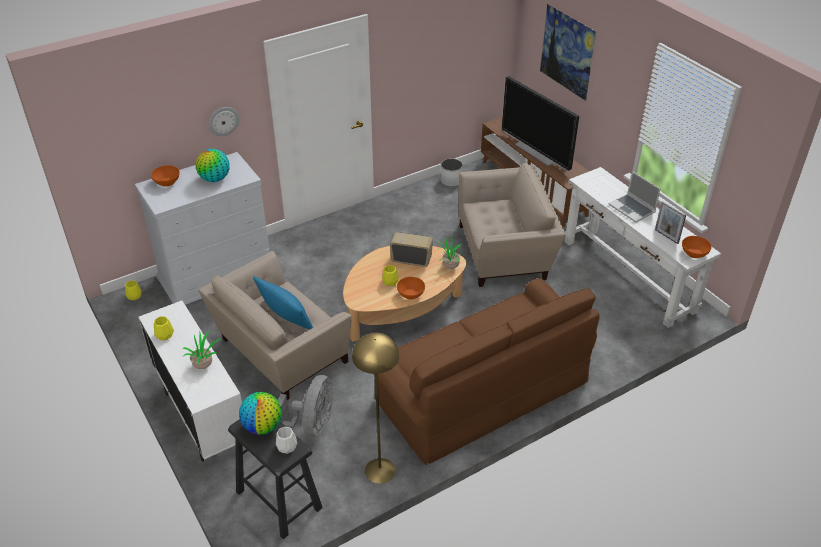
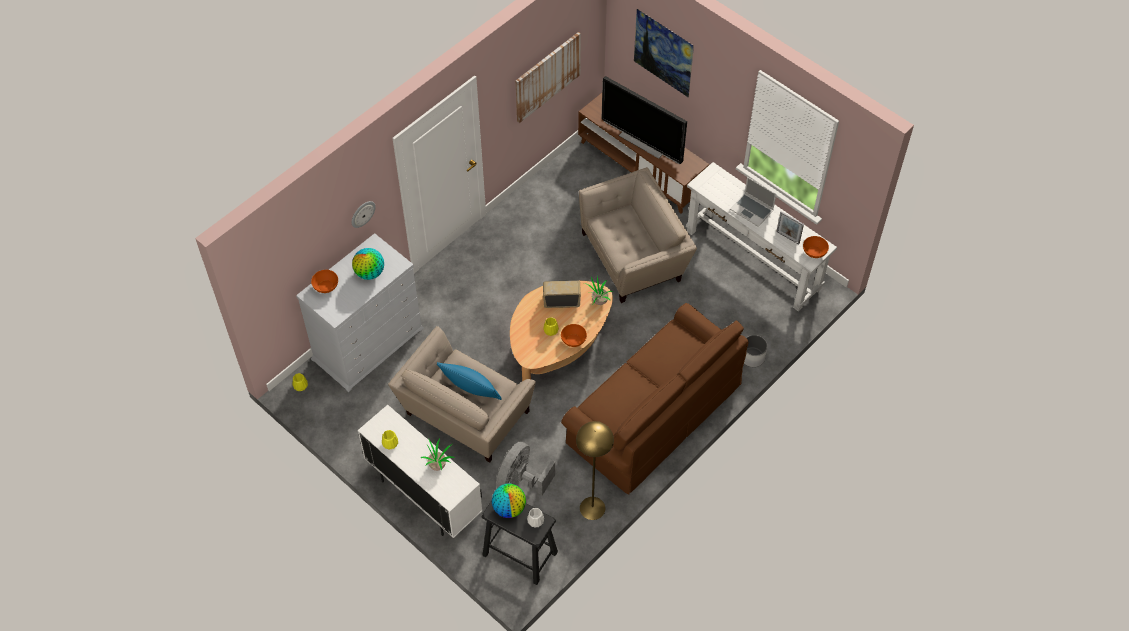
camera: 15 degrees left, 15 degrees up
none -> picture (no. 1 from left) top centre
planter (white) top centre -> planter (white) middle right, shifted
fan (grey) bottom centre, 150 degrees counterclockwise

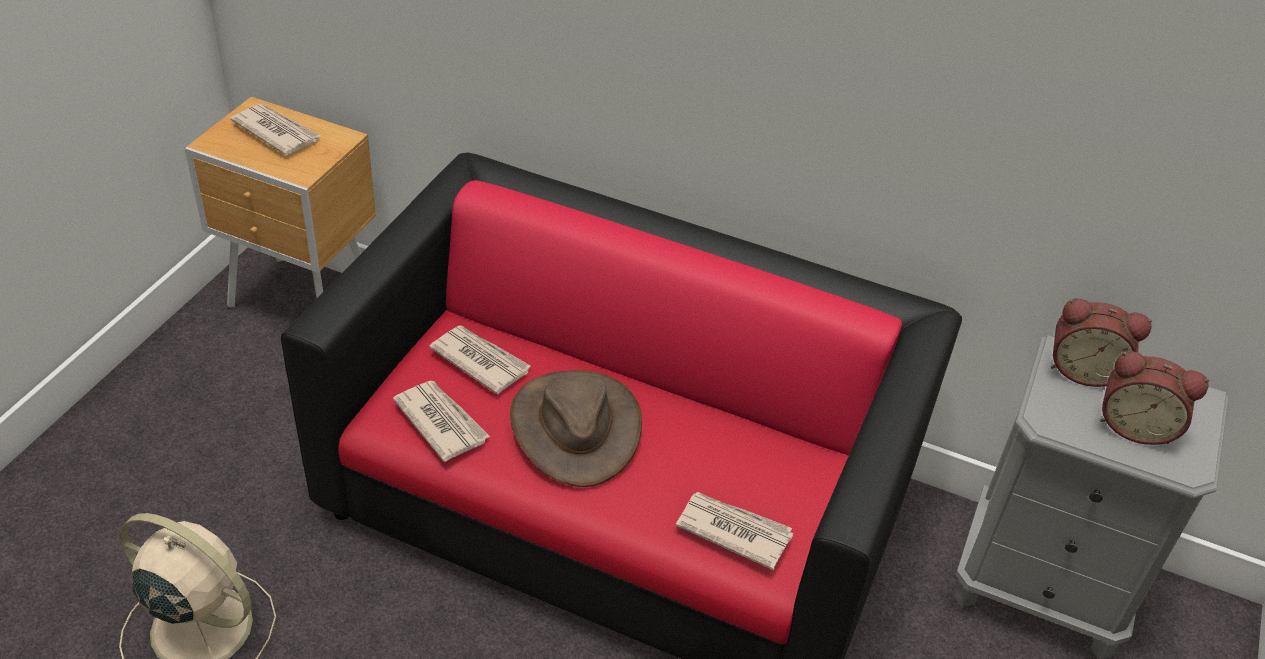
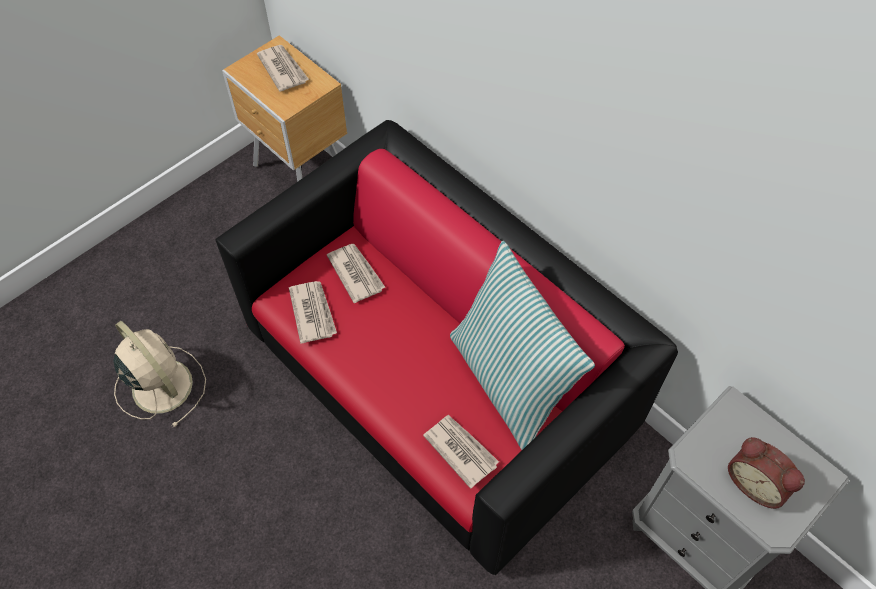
camera: 25 degrees right, 15 degrees up
hat (brown) centre -> none
alarm clock (no. 1 from left) middle right -> none
none -> pillow centre

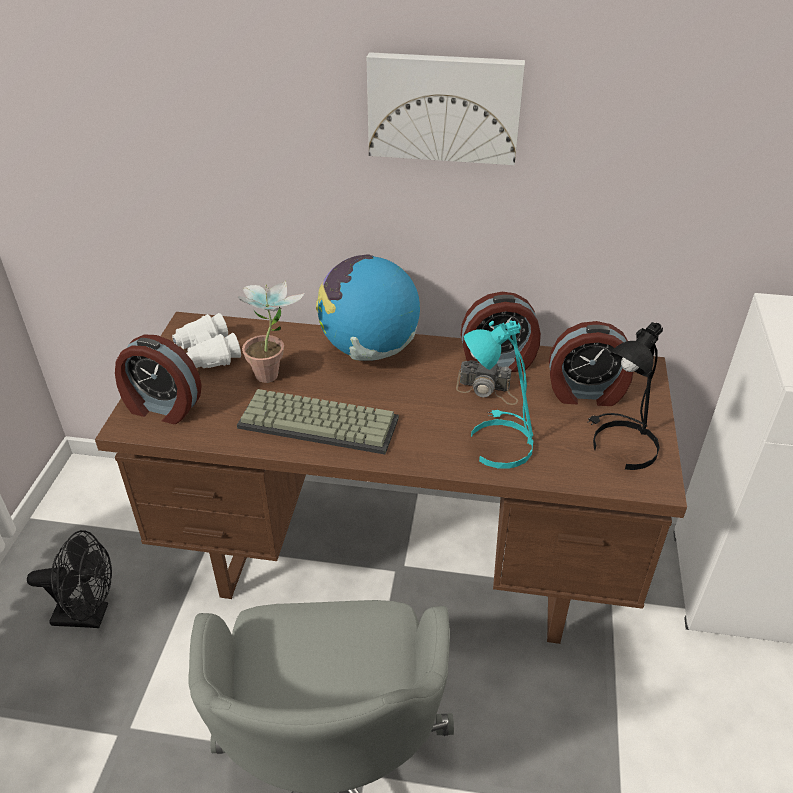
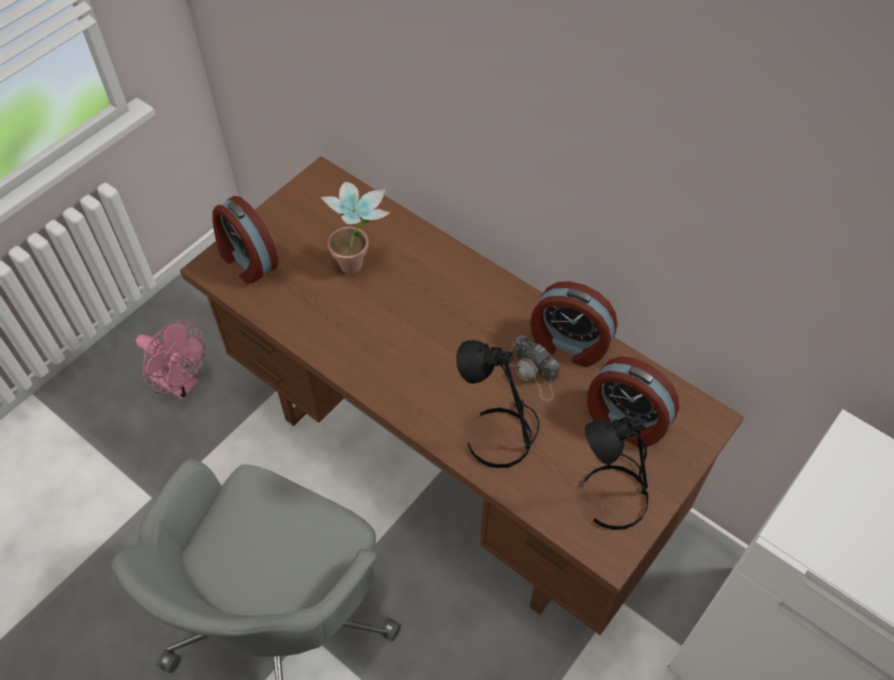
camera: 30 degrees right, 15 degrees up
binoculars (white) middle left -> none
keyboard centre -> none
globe centre -> none
picture top centre -> none
fan (black) bottom left -> fan (pink) middle left
table lamp (turquoise) centre -> table lamp (black) (no. 1 from left) centre

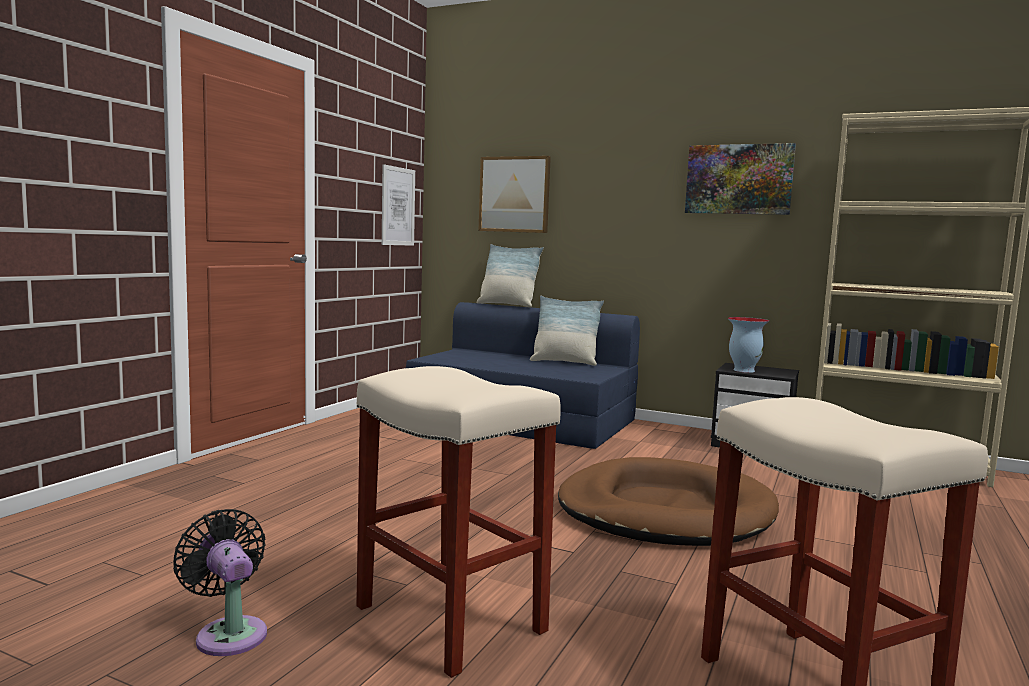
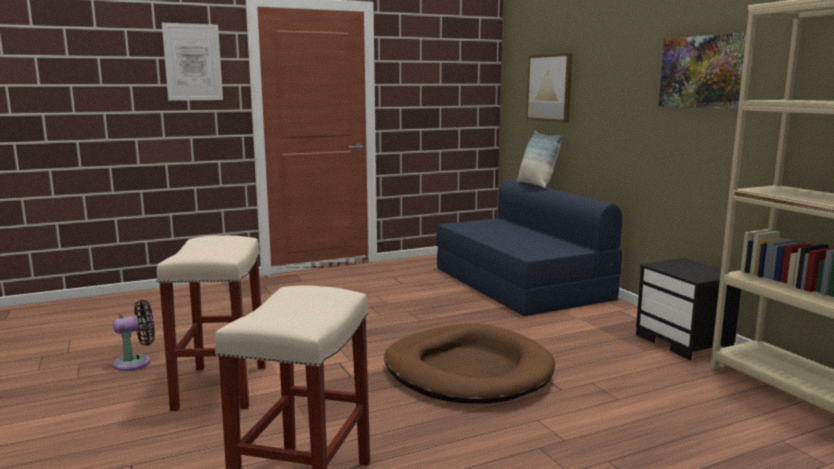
camera: 40 degrees right, 5 degrees up
pillow (no. 2 from left) centre -> none
vase middle right -> none
picture (no. 1 from left) top centre -> picture (no. 1 from left) top left, shifted
fan (black) bottom left, 60 degrees clockwise

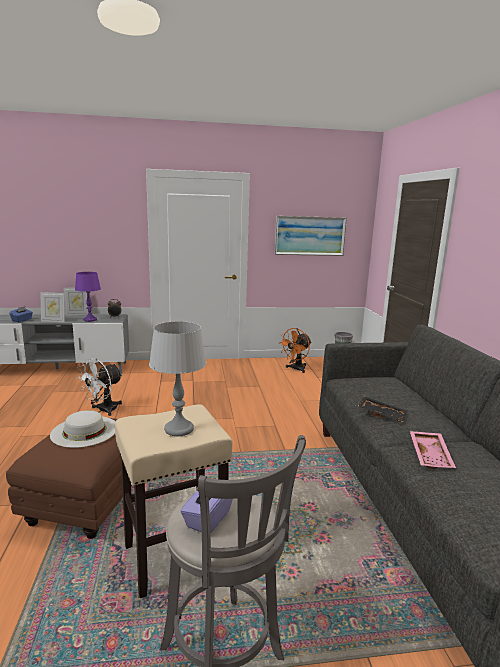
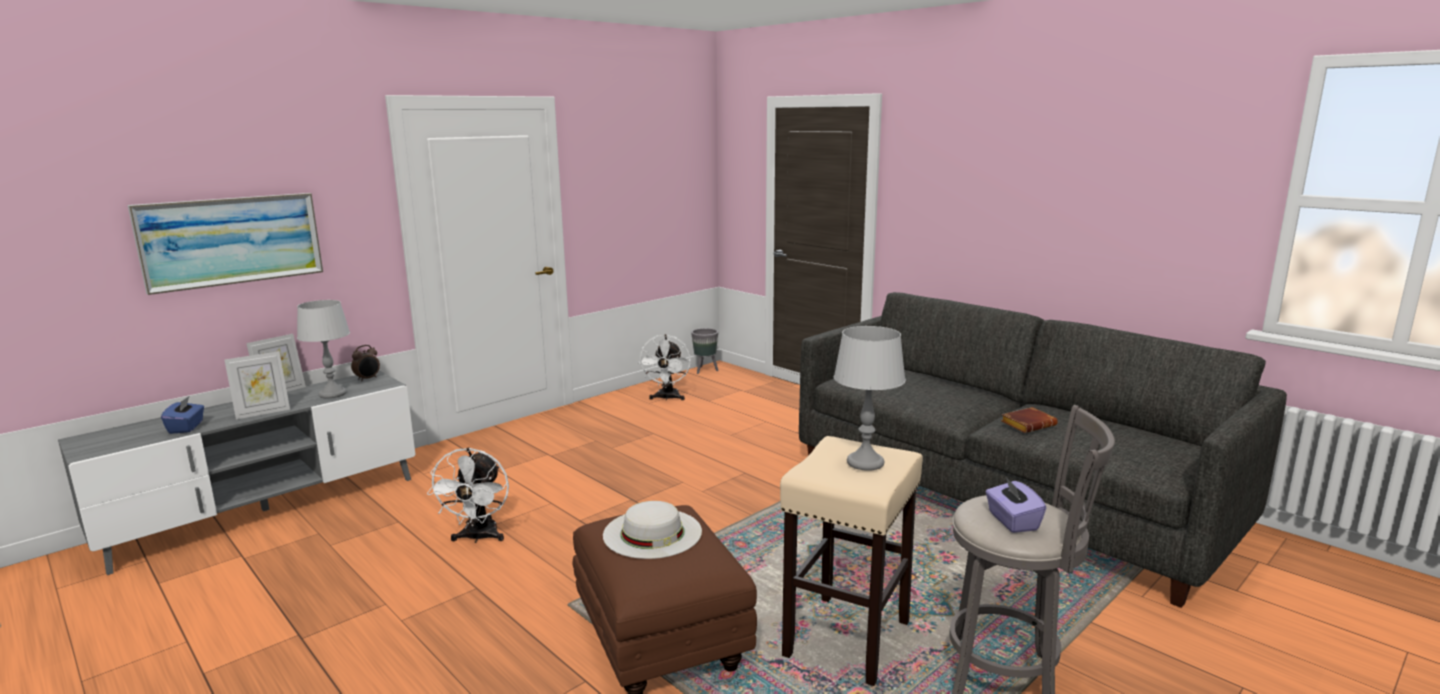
camera: 35 degrees left, 0 degrees up
tray (black) middle right -> none
picture centre -> picture middle left, shifted
tray (pink) bottom right -> book (brown) middle right
table lamp (purple) middle left -> table lamp (grey) (no. 1 from left) middle left
fan (orange) centre -> fan (white) (no. 2 from left) centre

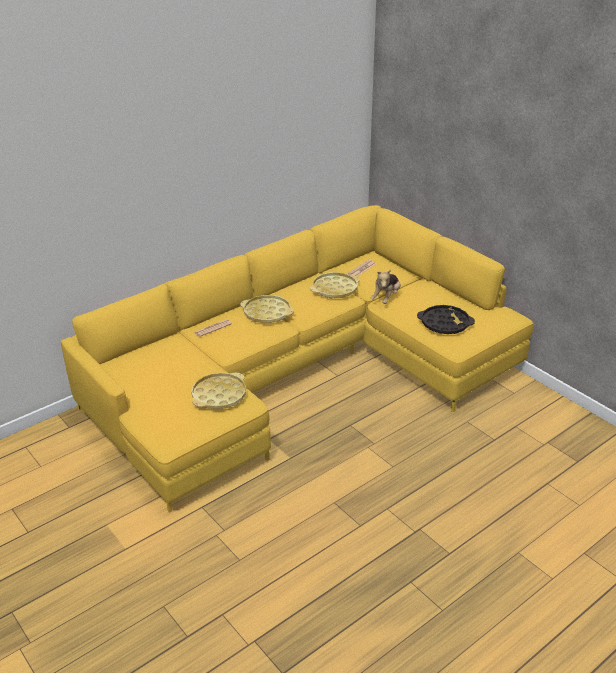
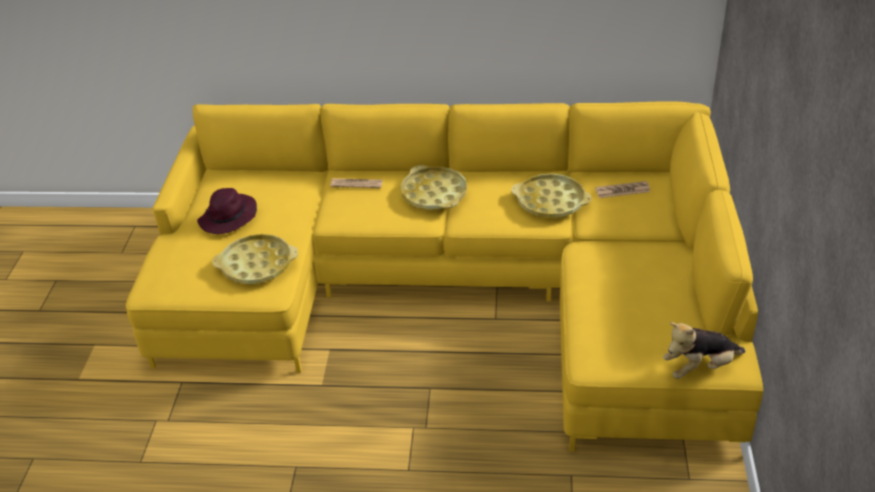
camera: 45 degrees right, 5 degrees up
tray (black) middle right -> none
none -> hat (purple) middle left
plush toy centre -> plush toy bottom right, shifted

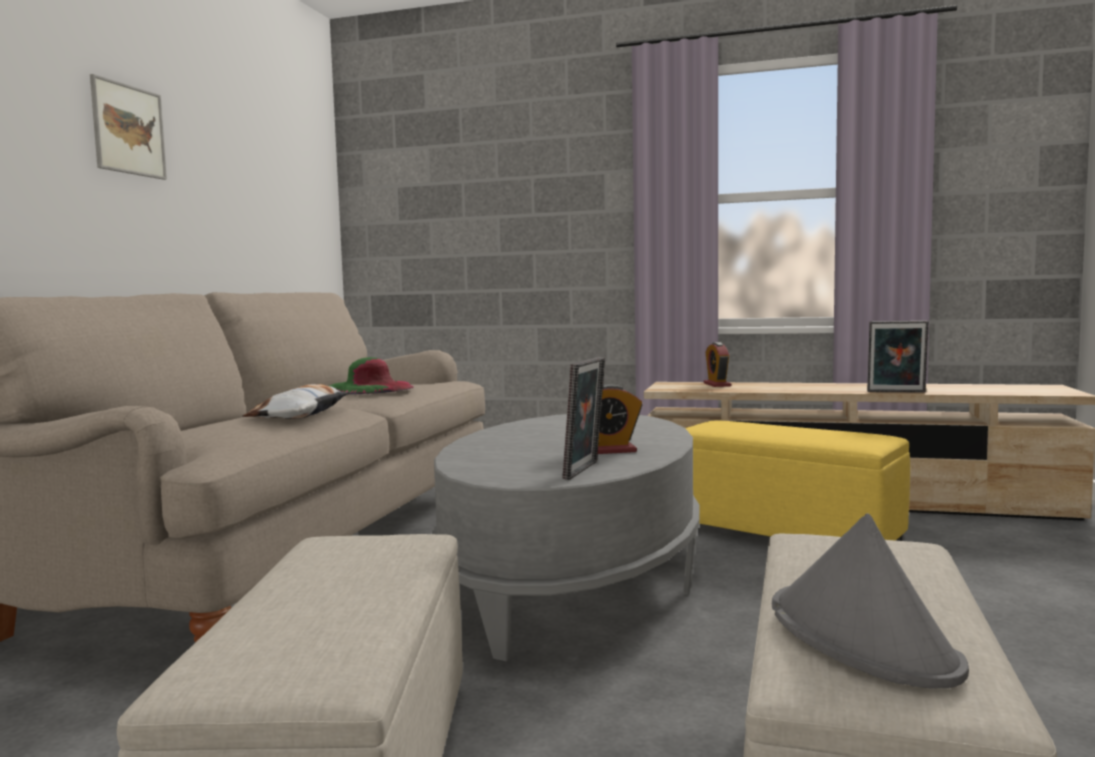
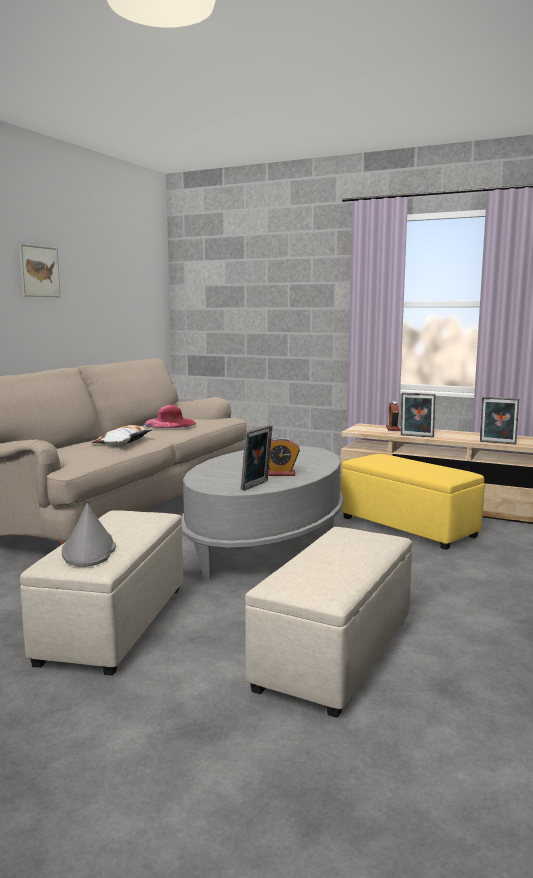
camera: 10 degrees right, 5 degrees up
none -> picture frame (no. 2 from left) middle right
hat (grey) bottom right -> hat (grey) middle left, shifted
hat (green) centre -> hat (pink) middle left

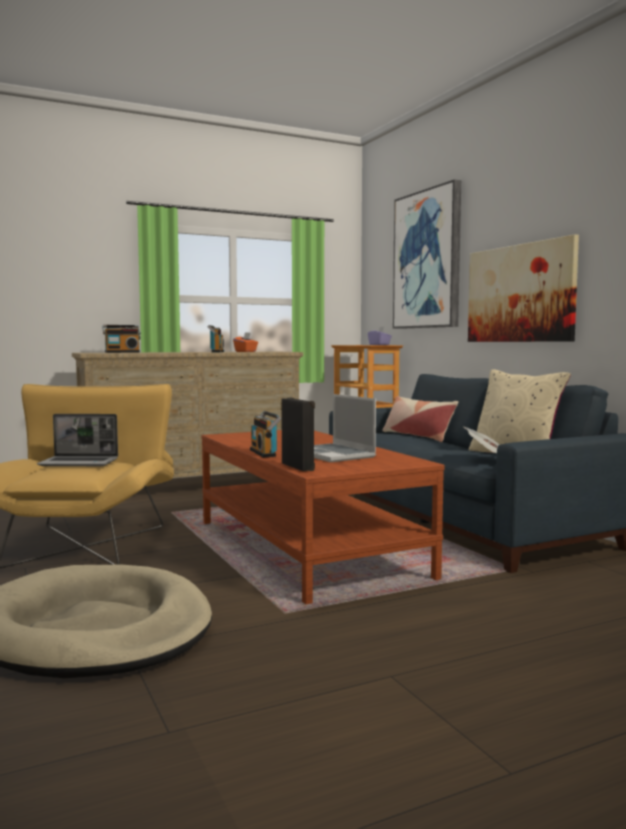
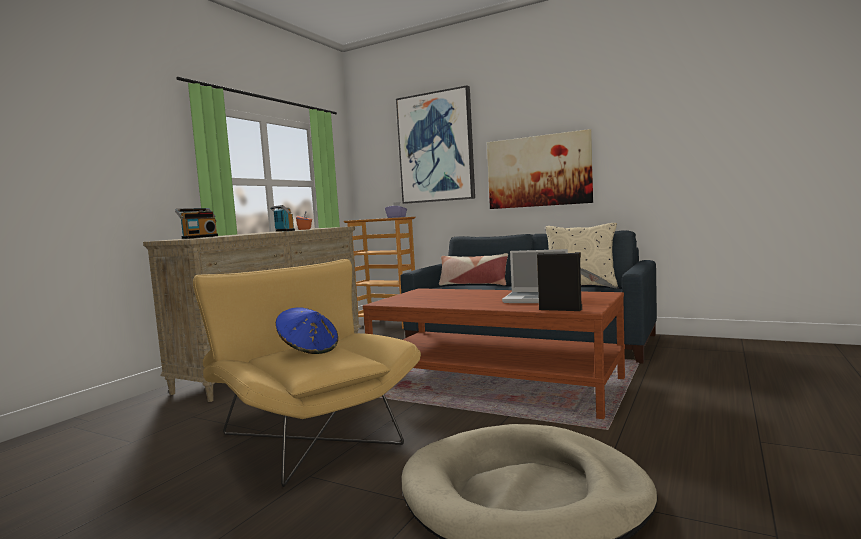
camera: 35 degrees left, 0 degrees up
radio (no. 3 from left) centre -> none
laptop (no. 1 from left) middle left -> hat (blue) centre

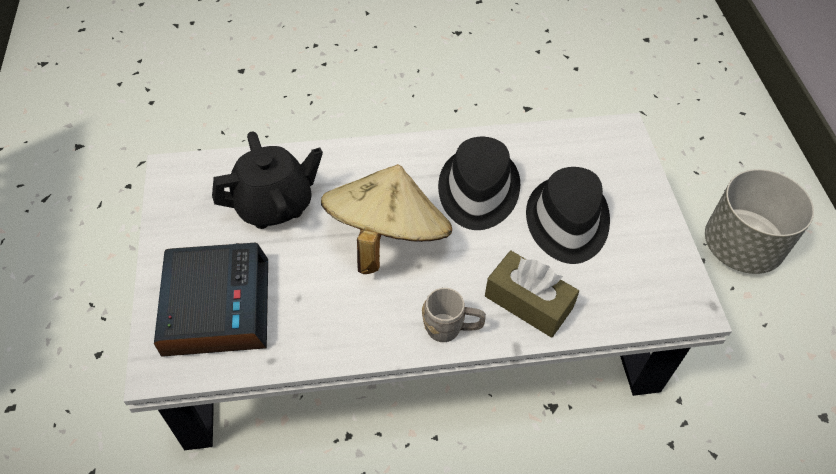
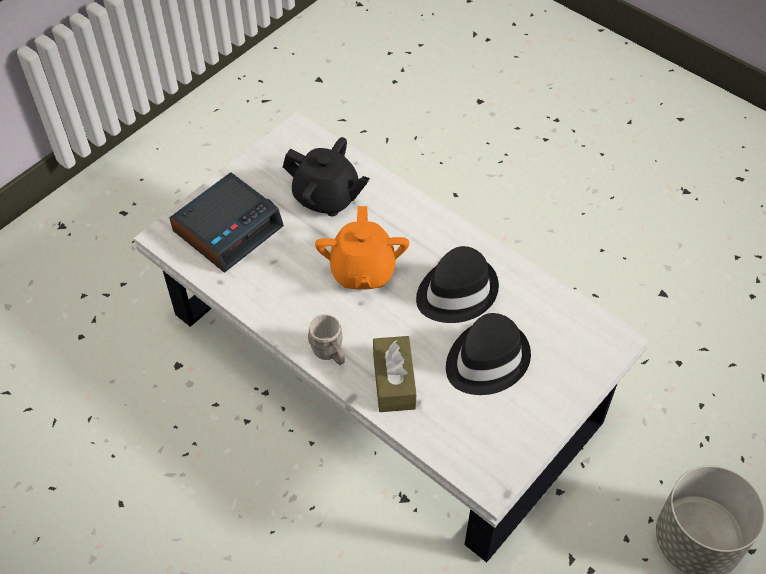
camera: 50 degrees right, 0 degrees up
hat (beige) centre -> teapot (orange) centre

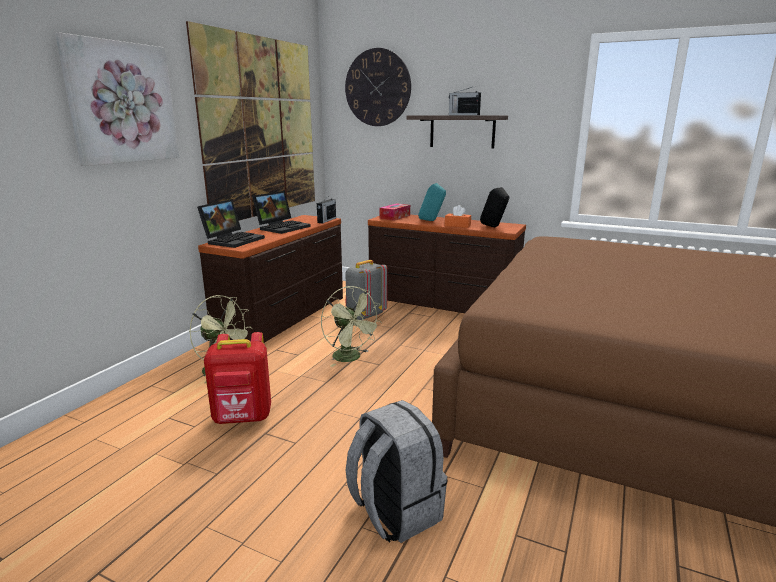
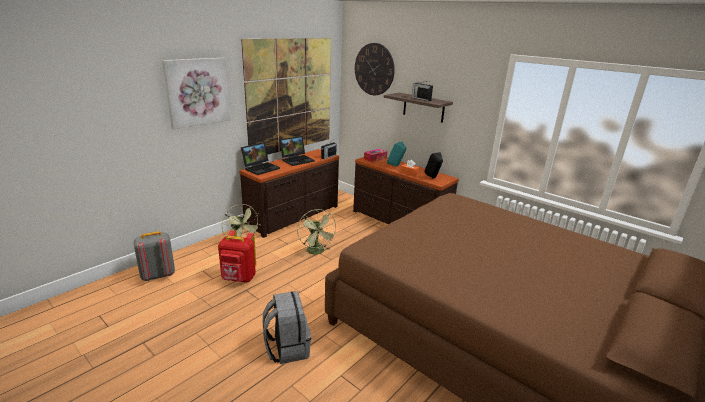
camera: 15 degrees right, 5 degrees up
backpack (grey) (no. 1 from left) centre -> backpack (grey) (no. 1 from left) middle left, shifted

